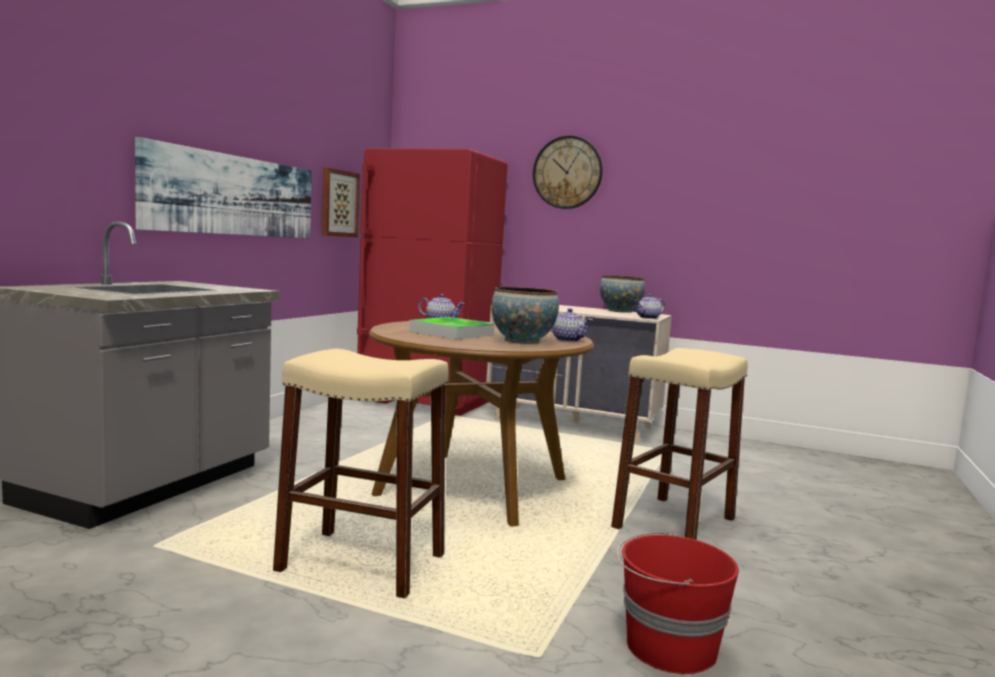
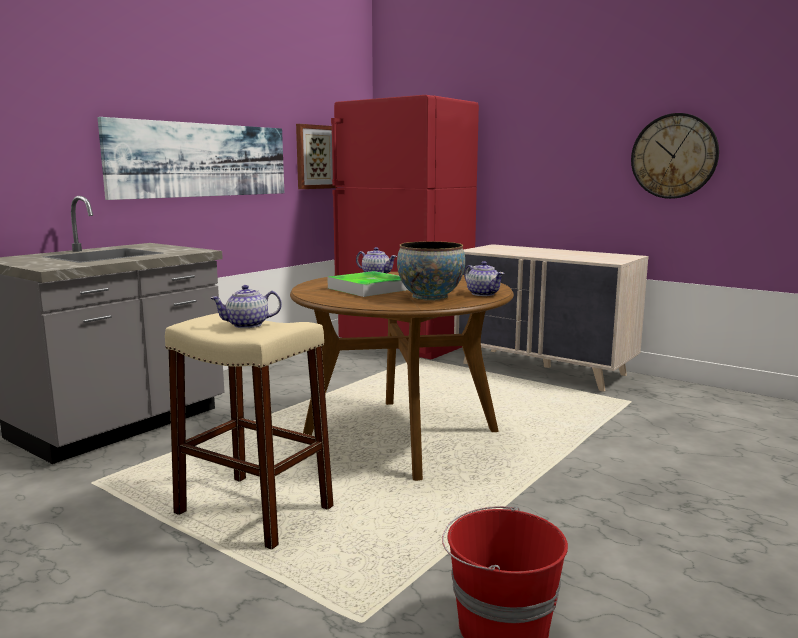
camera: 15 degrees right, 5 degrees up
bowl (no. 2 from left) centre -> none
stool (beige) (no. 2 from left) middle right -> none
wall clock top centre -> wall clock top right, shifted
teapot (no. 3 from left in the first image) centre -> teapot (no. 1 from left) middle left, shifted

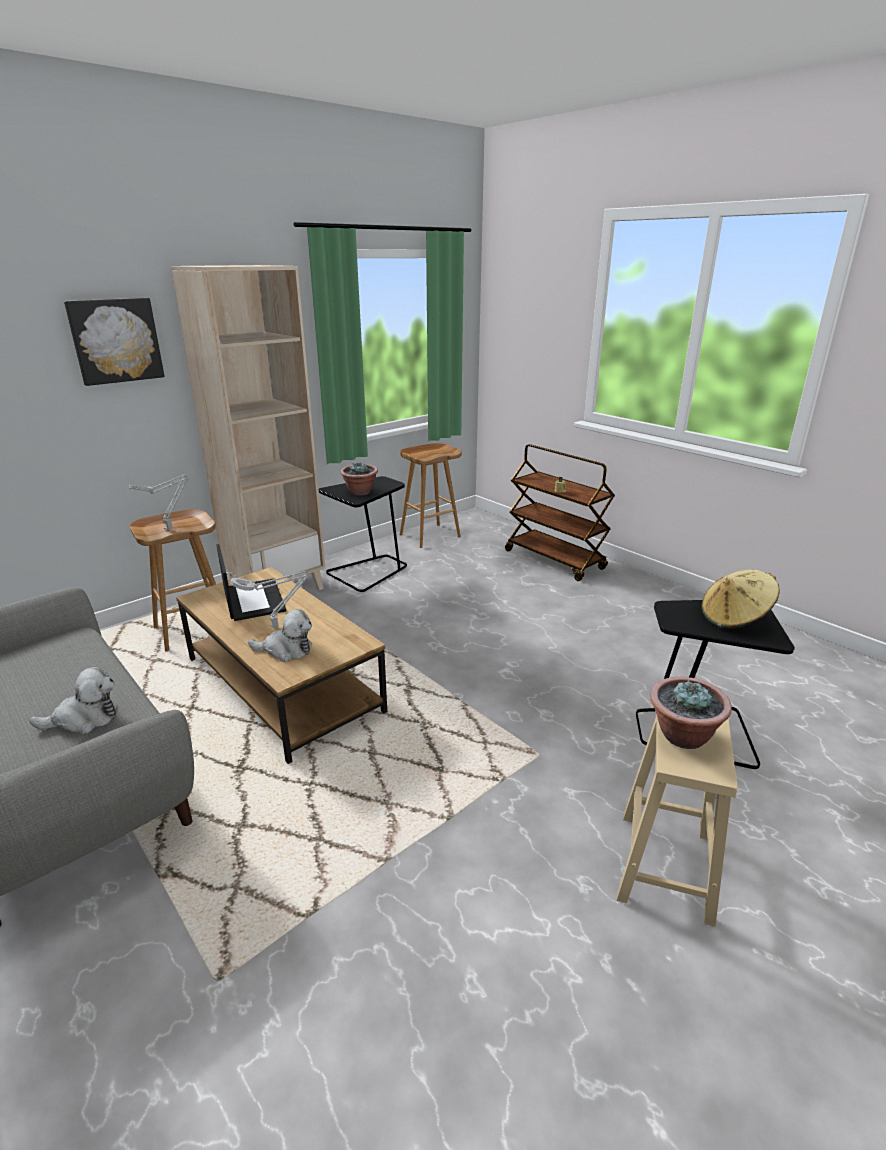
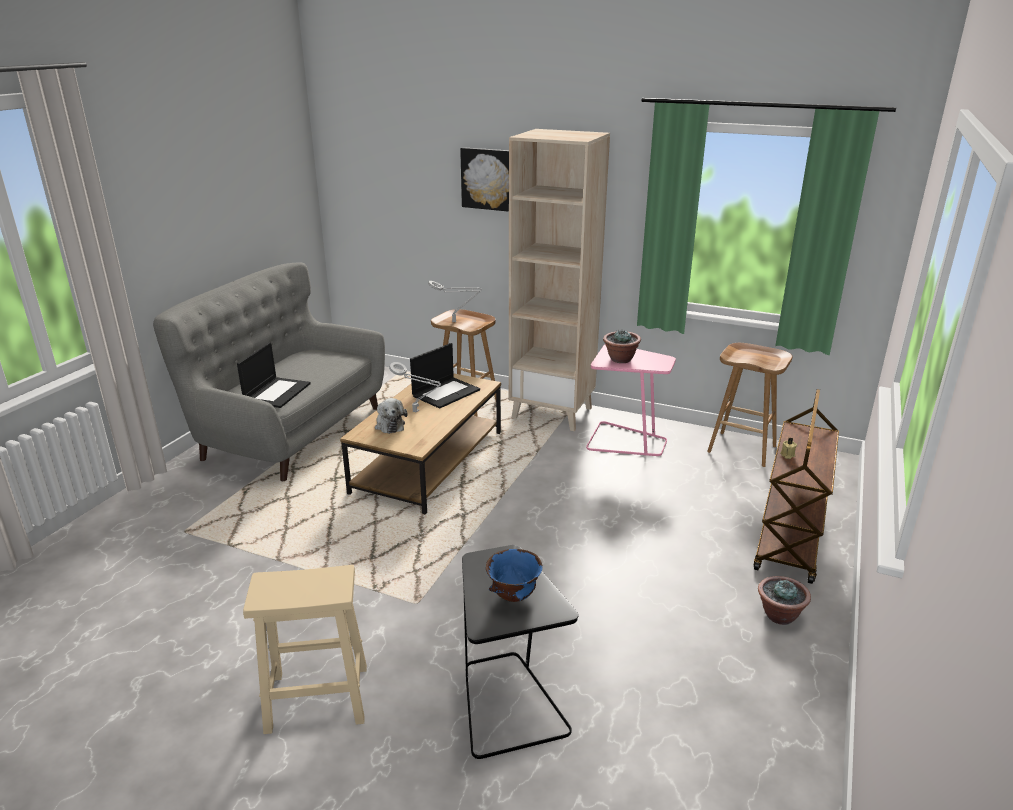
camera: 65 degrees right, 0 degrees up
potted plant (no. 2 from left) middle right -> potted plant (no. 2 from left) bottom right, shifted
plush toy (no. 1 from left) middle left -> laptop (no. 1 from left) middle left
hat (beige) middle right -> bowl (blue) bottom centre
side table (black) (no. 1 from left) centre -> side table (pink) centre

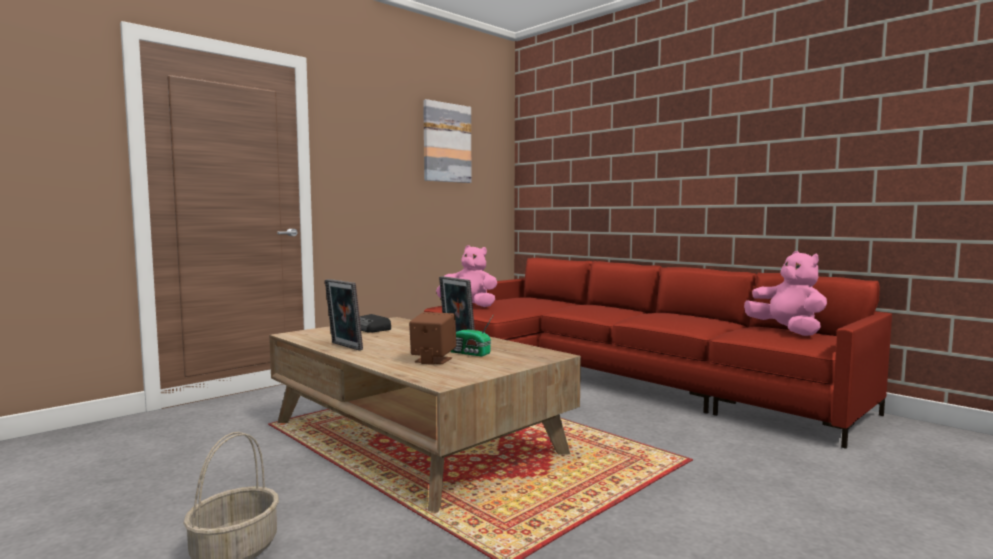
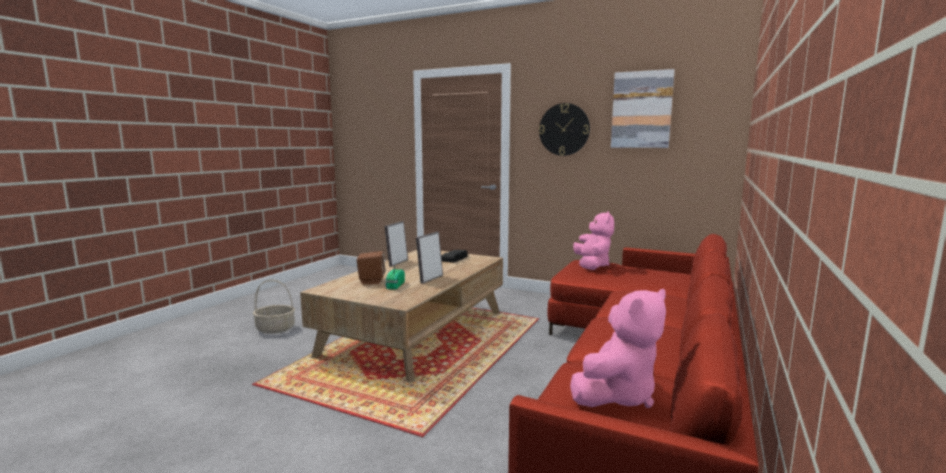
camera: 70 degrees right, 5 degrees up
none -> wall clock top centre

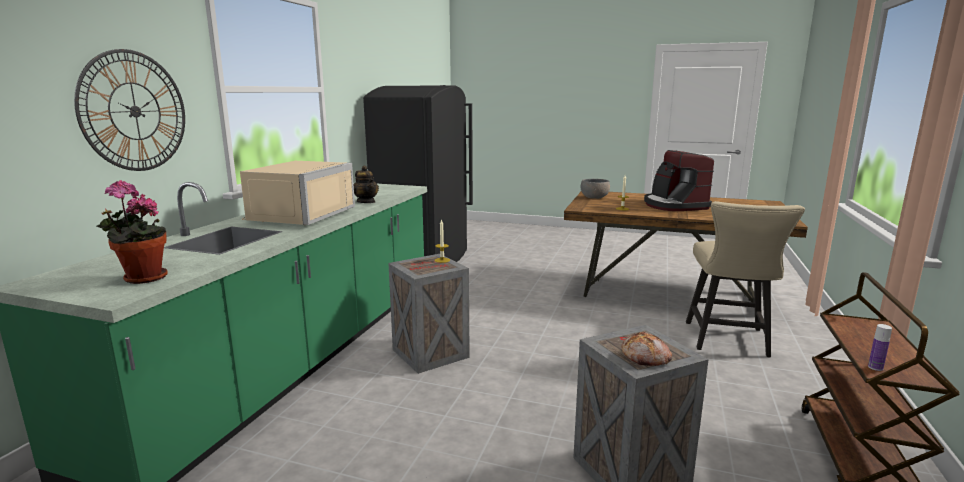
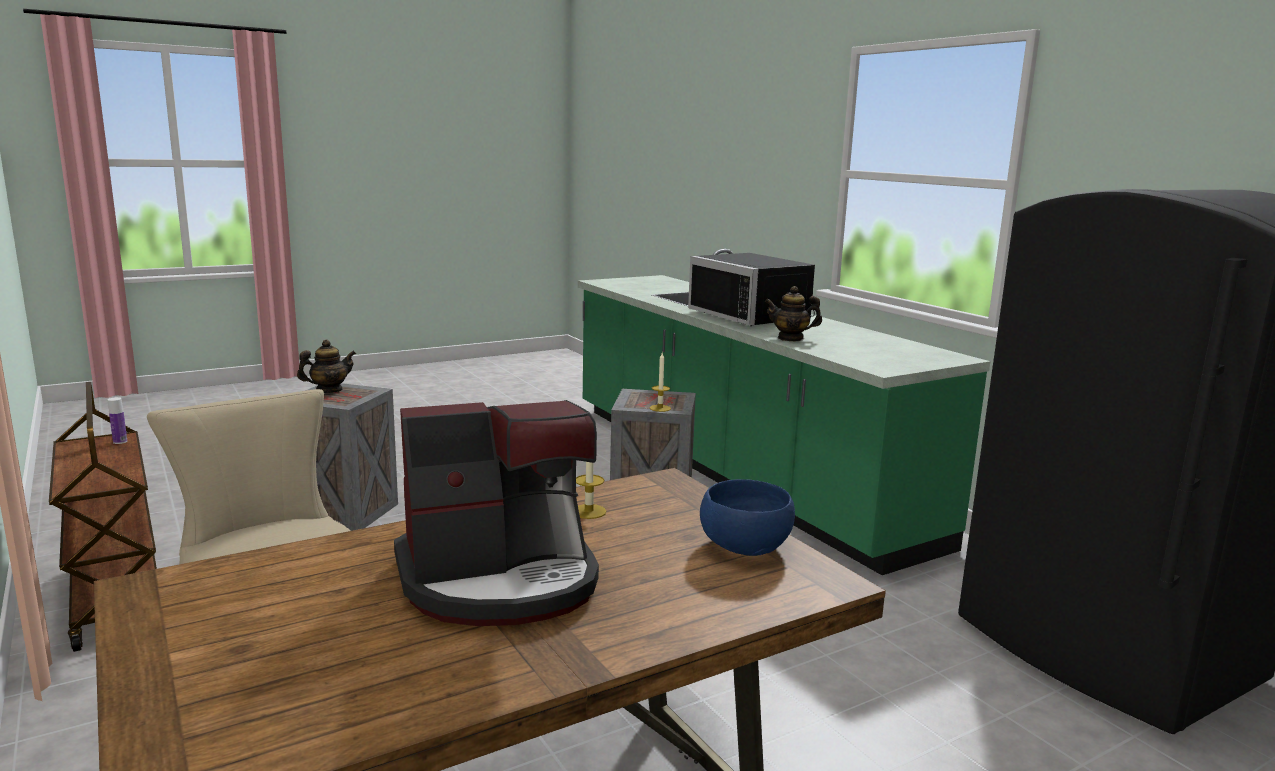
camera: 130 degrees right, 0 degrees up
wall clock top left -> none
potted plant middle left -> none
bread bottom right -> teapot (no. 1 from left) middle left
microwave (beige) middle left -> microwave (black) centre
bowl (grey) centre -> bowl (blue) bottom centre
coffee machine middle right -> coffee machine centre, 135 degrees clockwise

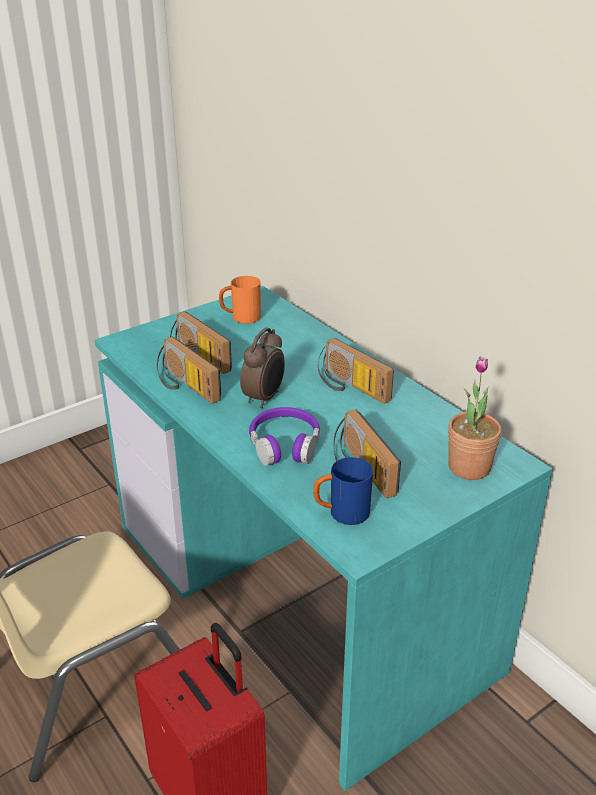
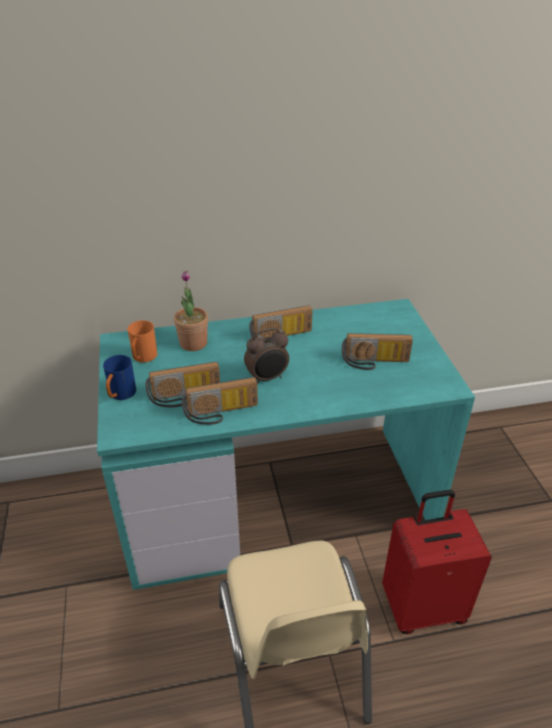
camera: 65 degrees left, 5 degrees up
headphones (purple) centre -> none
mug (blue) centre -> mug (blue) middle left, shifted
potted plant middle right -> potted plant centre, shifted
alarm clock centre, 105 degrees clockwise

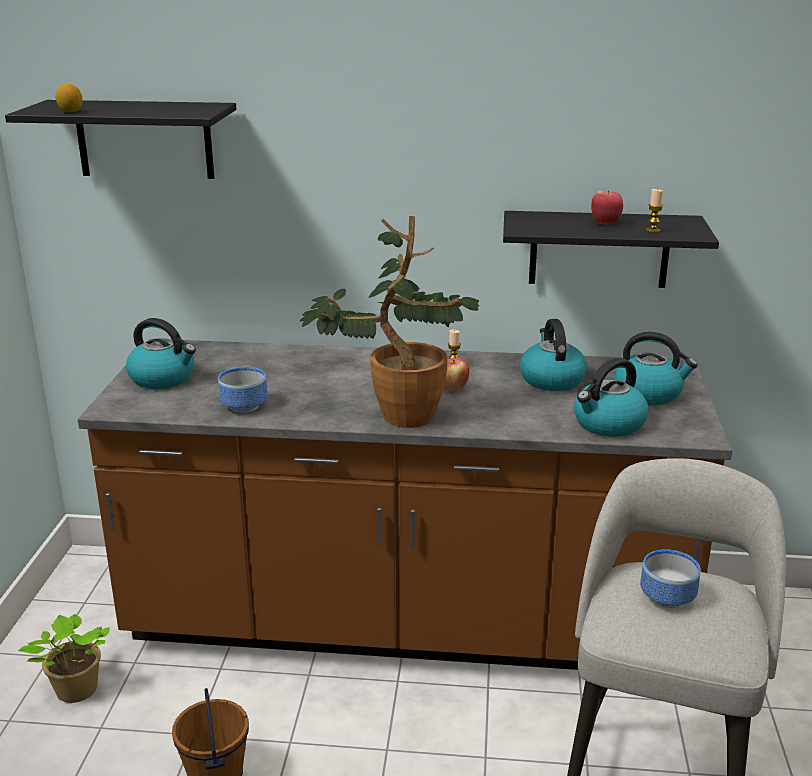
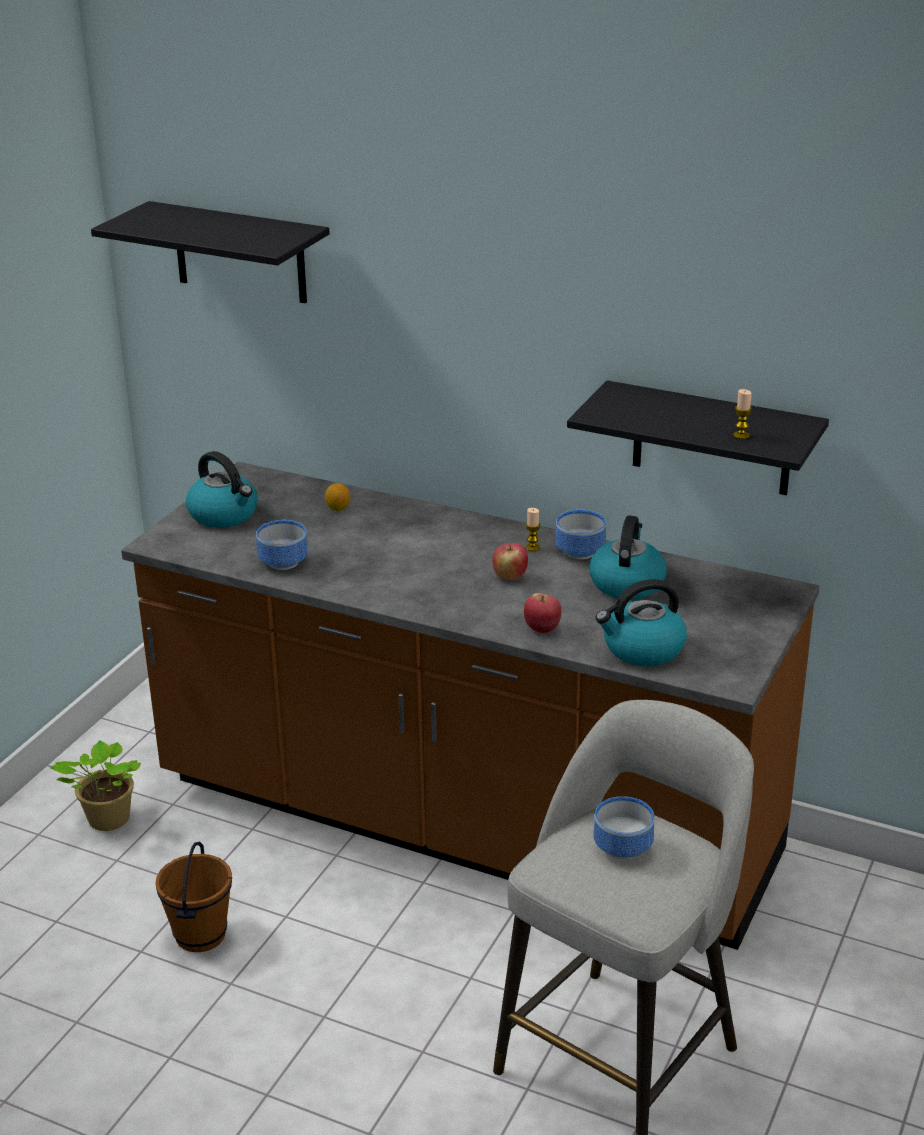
camera: 20 degrees right, 5 degrees up
potted plant (no. 2 from left) centre -> none
kettle (no. 4 from left) middle right -> none
none -> bowl (no. 2 from left) centre
lemon top left -> lemon centre, shifted
apple (no. 2 from left) top right -> apple (no. 2 from left) centre, shifted

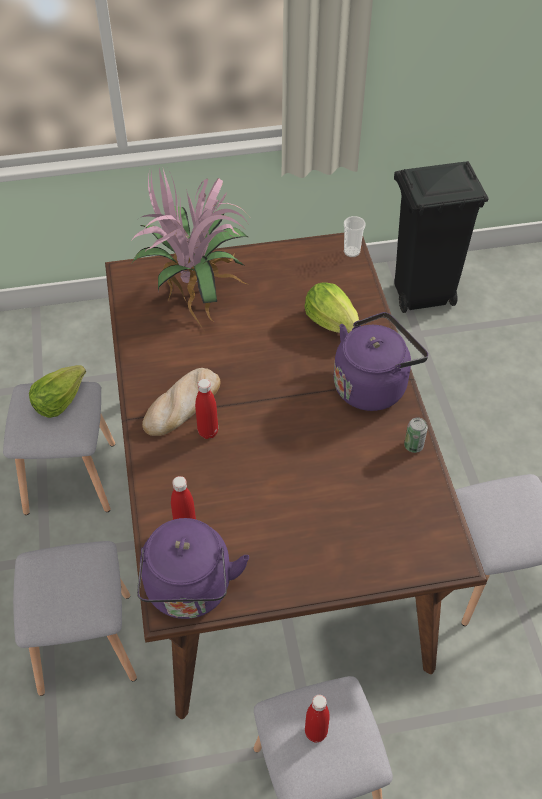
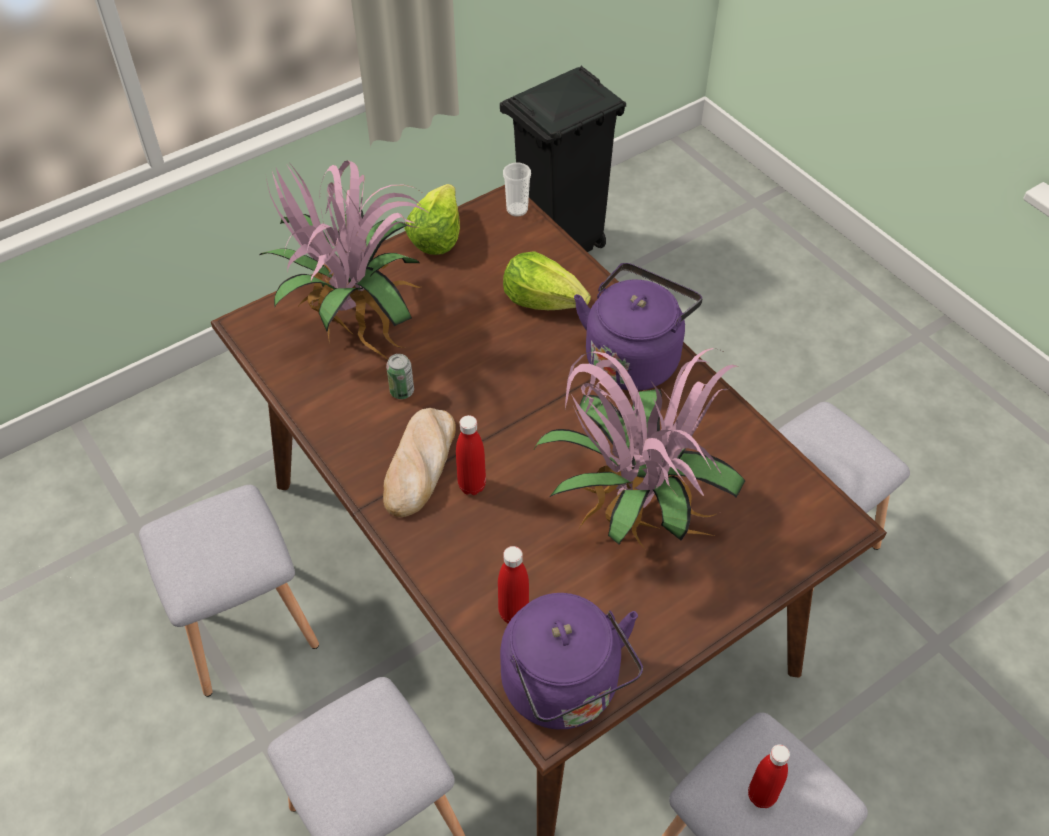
camera: 25 degrees left, 0 degrees up
none -> potted plant (no. 2 from left) centre
lettuce (no. 1 from left) middle left -> lettuce (no. 1 from left) top centre, shifted
can middle right -> can centre, shifted

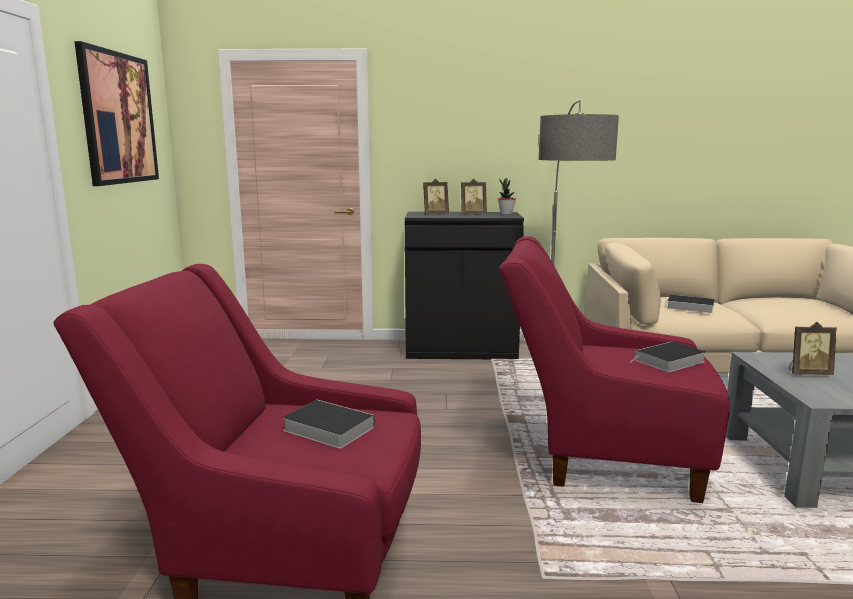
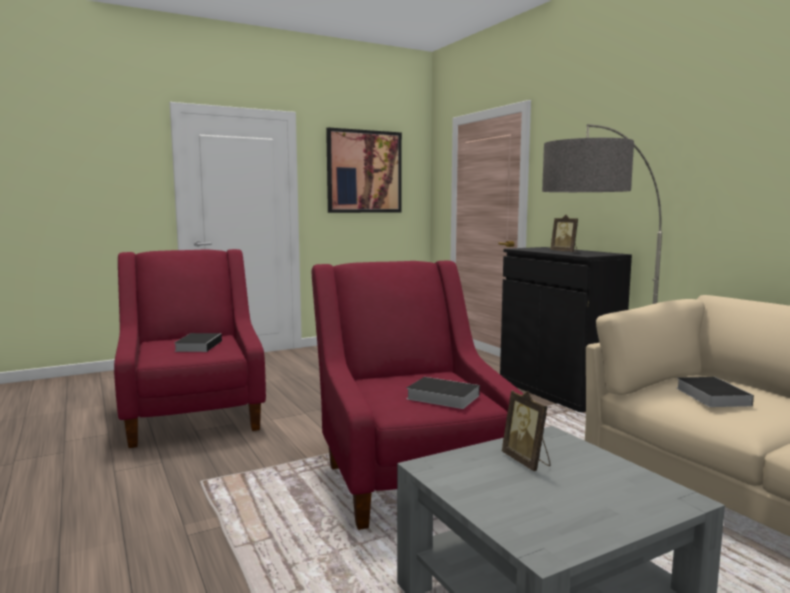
camera: 60 degrees right, 5 degrees down
picture frame (no. 1 from left) top centre -> none
potted plant top centre -> none

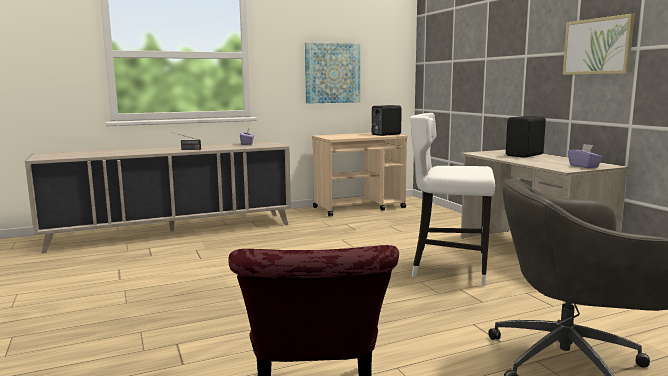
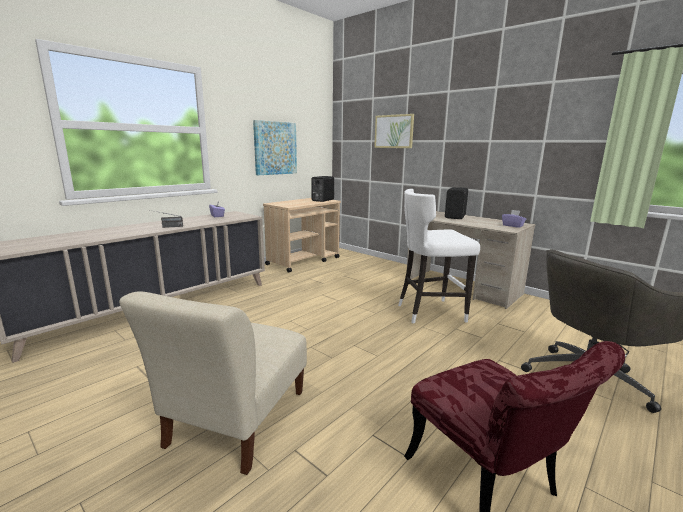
camera: 25 degrees left, 5 degrees up
none -> chair (beige) bottom left
picture (no. 2 from left) top right -> picture (no. 2 from left) top centre, shifted

